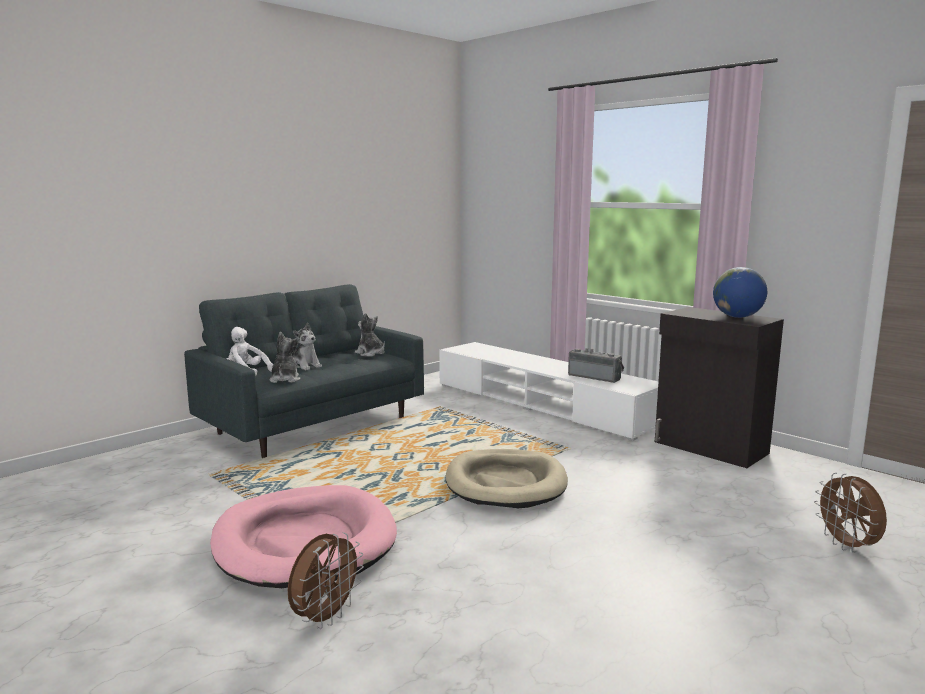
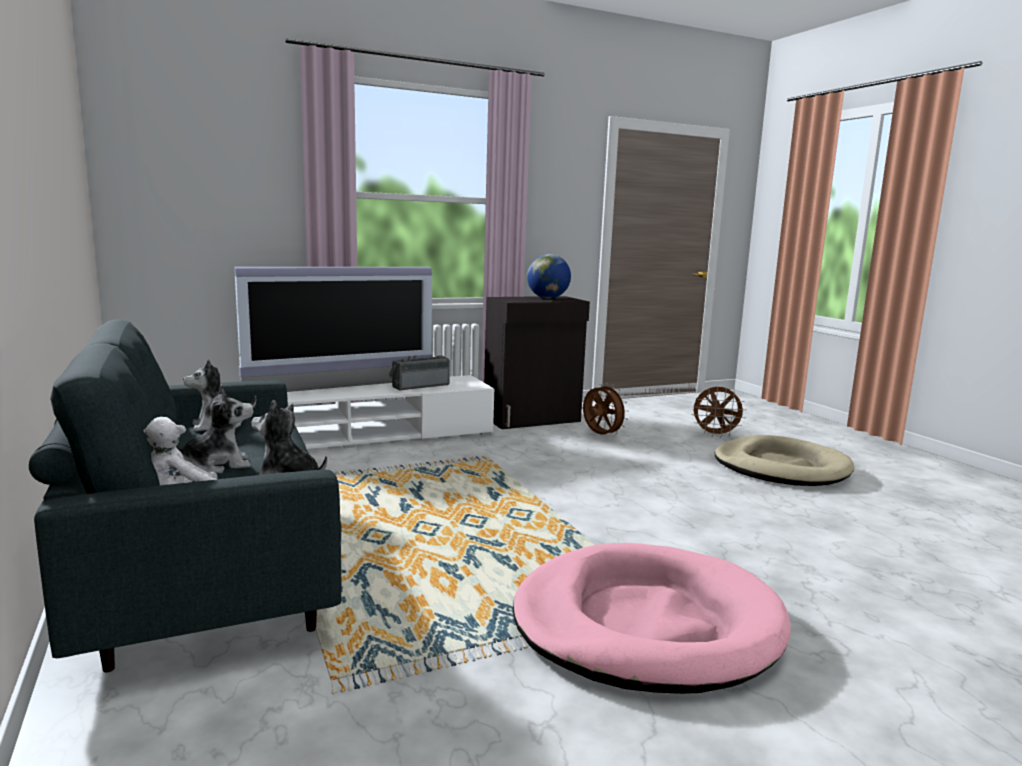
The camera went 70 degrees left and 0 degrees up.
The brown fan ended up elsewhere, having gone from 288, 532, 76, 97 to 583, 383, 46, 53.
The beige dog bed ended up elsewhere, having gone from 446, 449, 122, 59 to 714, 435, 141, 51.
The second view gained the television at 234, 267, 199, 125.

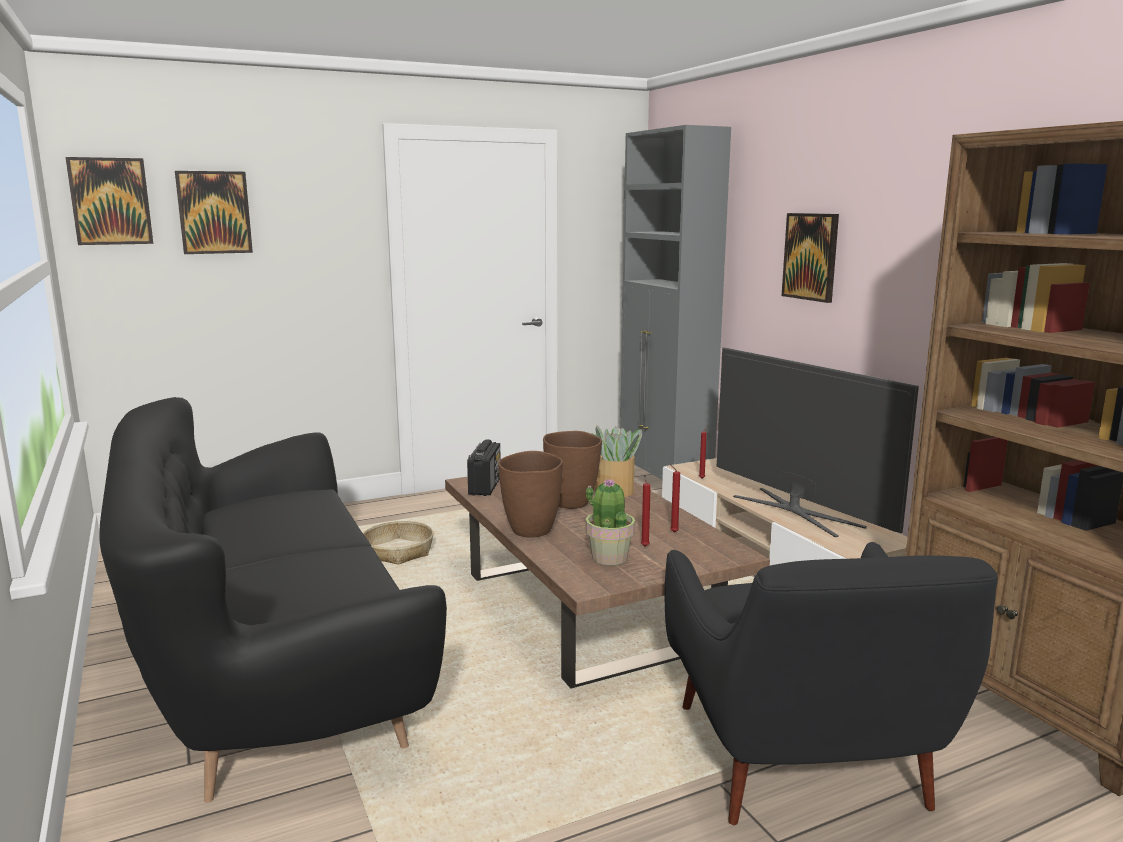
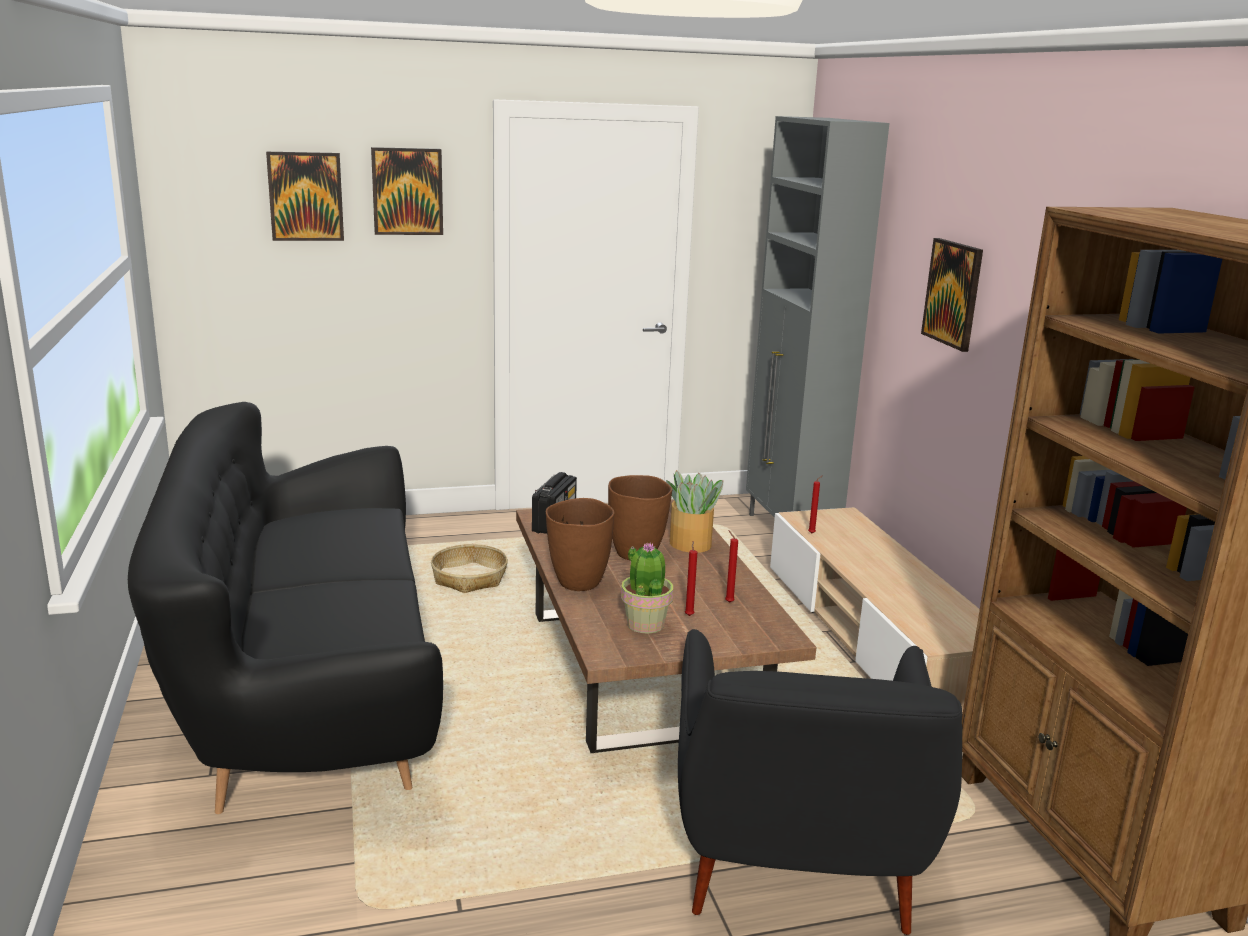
The camera went 10 degrees right and 5 degrees up.
The picture ended up elsewhere, having gone from 66, 157, 87, 88 to 371, 147, 72, 88.
The second view lost the television at 717, 347, 202, 190.

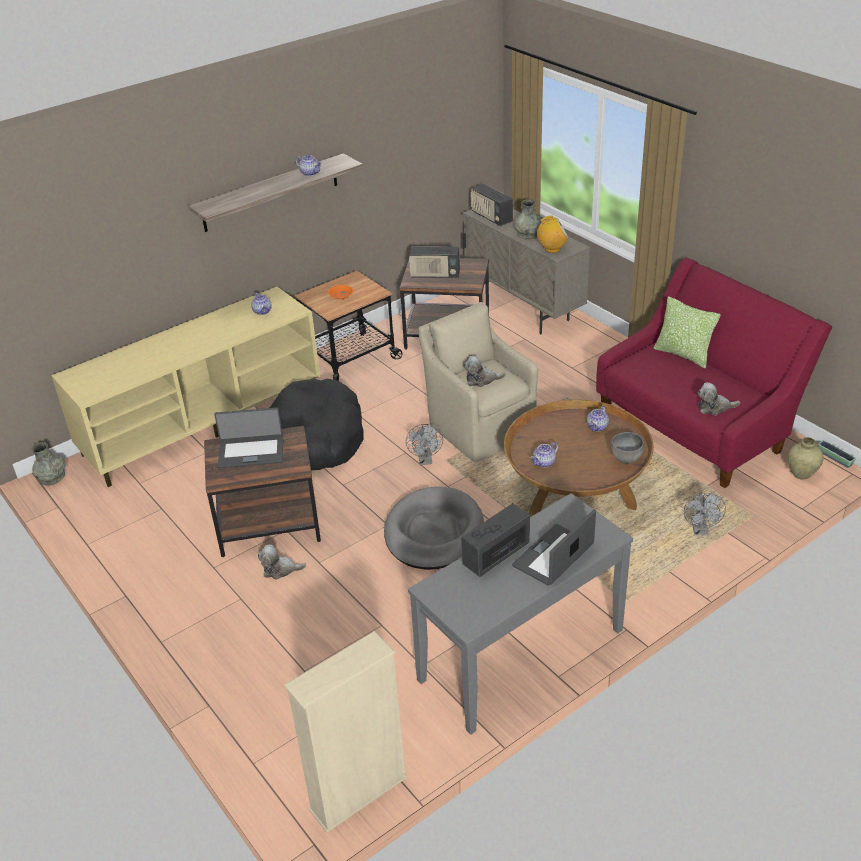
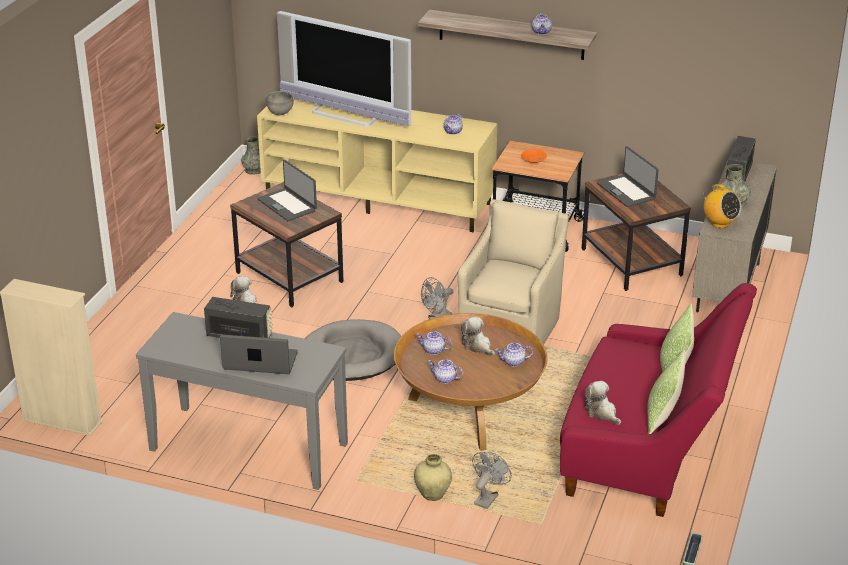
The camera went 55 degrees right and 5 degrees down.
The second view lost the black dog bed at 270, 379, 94, 91.
Where the radio stood at 409, 246, 51, 32, the laptop came to stand at 597, 146, 62, 61.
The plush toy ended up elsewhere, having gone from 464, 356, 42, 31 to 461, 316, 34, 41.
The grey bowl ended up elsewhere, having gone from 611, 432, 33, 31 to 266, 91, 28, 24.
The grey fan at 684, 493, 42, 42 ended up facing another way, 150 degrees clockwise from before.
The beige vase ended up elsewhere, having gone from 788, 437, 36, 43 to 414, 454, 38, 47.
The second view gained the television at 277, 11, 134, 116.
The second view gained the teapot at 428, 360, 36, 24.
The second view gained the pillow at 647, 349, 38, 85.

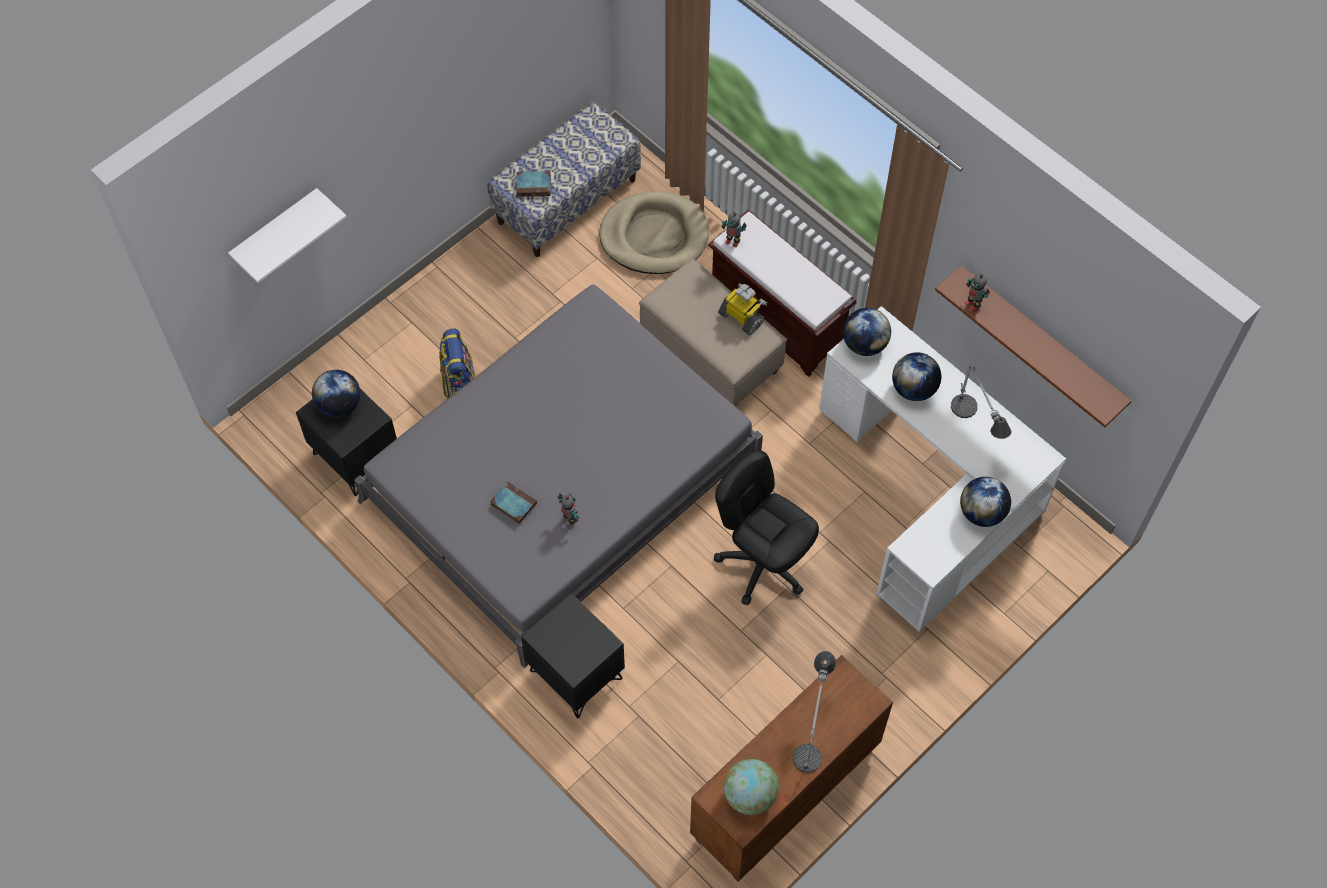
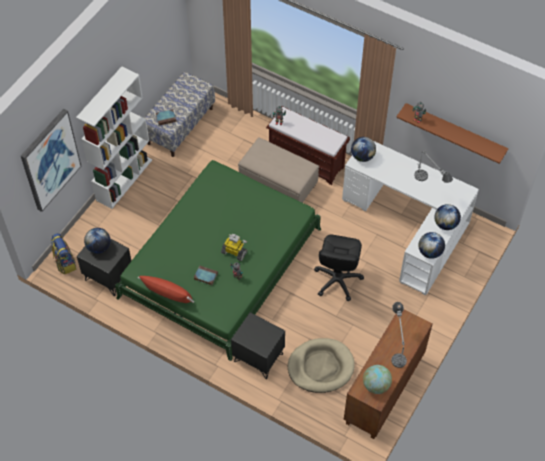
The camera went 15 degrees left and 5 degrees down.
Where the white shelf hung at 228, 188, 119, 95, the picture came to hang at 21, 109, 60, 103.
What was the grey bed at 354, 284, 409, 384 turned into the green bed at 115, 160, 206, 201.
The backpack ended up elsewhere, having gone from 439, 328, 36, 71 to 51, 233, 25, 42.
The beige dog bed ended up elsewhere, having gone from 599, 191, 110, 83 to 288, 338, 67, 55.
The black office chair at 714, 450, 105, 155 ended up facing another way, 105 degrees counterclockwise from before.
The toy robot ended up elsewhere, having gone from 718, 284, 49, 51 to 221, 234, 26, 27.
The globe ended up elsewhere, having gone from 892, 352, 49, 49 to 419, 232, 26, 27.
The second view gained the white bookcase at 76, 66, 76, 143.
The second view gained the red pillow at 138, 276, 56, 27.

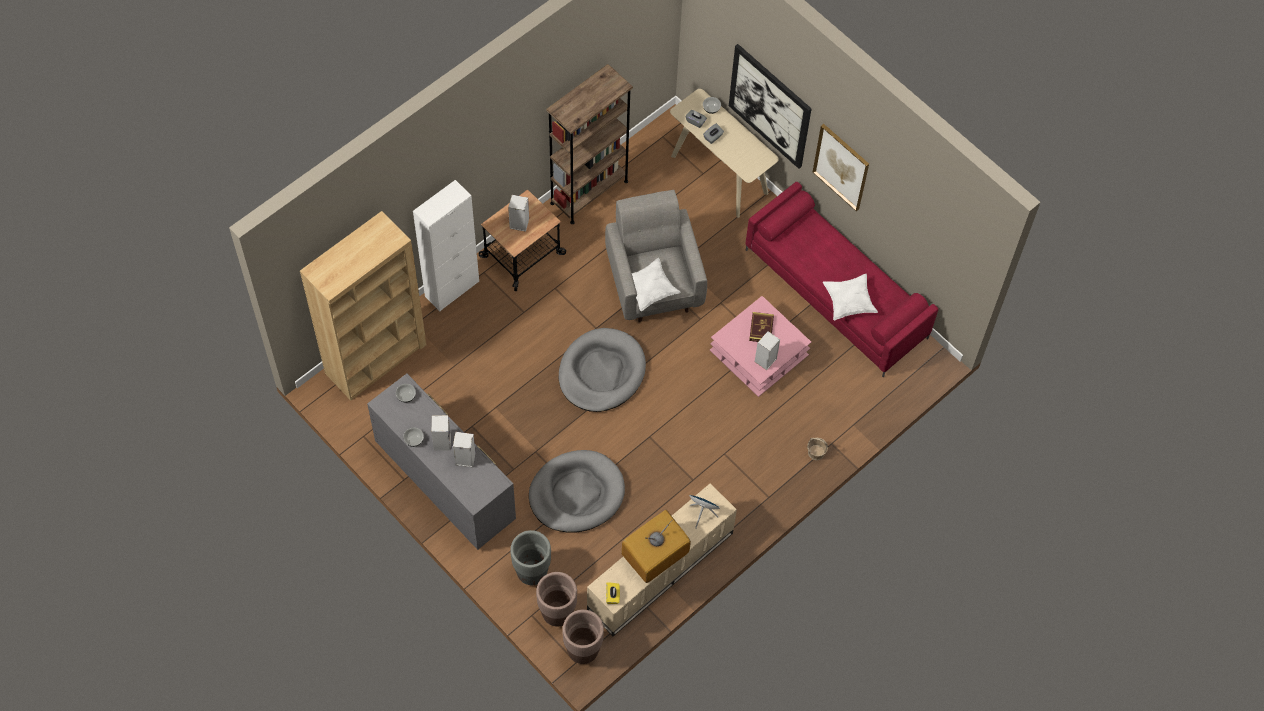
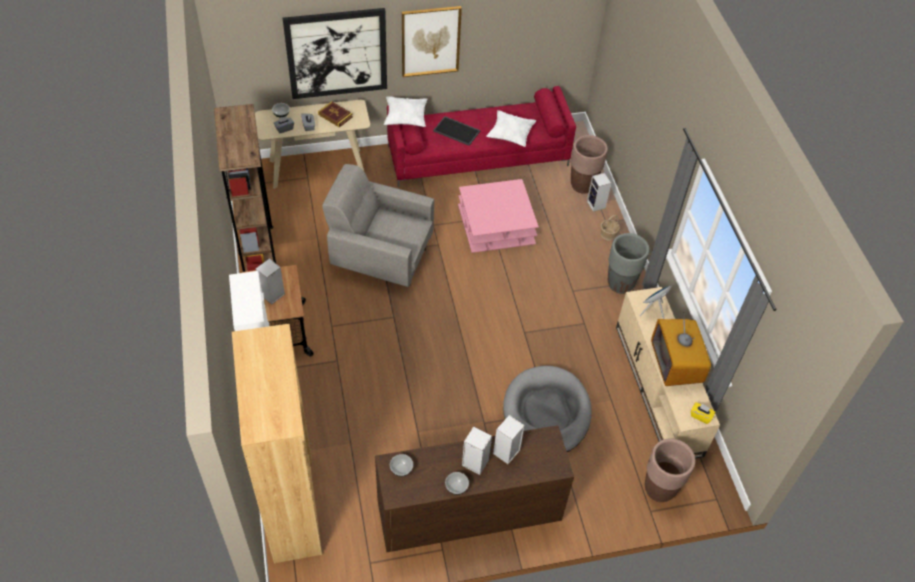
The camera went 60 degrees left and 10 degrees down.
What was the grey dresser at 367, 373, 149, 177 turned into the brown dresser at 375, 425, 199, 127.
The grey planter ended up elsewhere, having gone from 510, 530, 41, 55 to 608, 233, 41, 61.
The second view lost the grey dog bed at 559, 328, 87, 84.
The brown planter ended up elsewhere, having gone from 562, 610, 42, 54 to 571, 135, 37, 59.
The white pillow ended up elsewhere, having gone from 632, 258, 49, 53 to 384, 96, 44, 31.
The book ended up elsewhere, having gone from 749, 312, 25, 30 to 318, 101, 35, 26.
The speaker ended up elsewhere, having gone from 755, 331, 25, 39 to 587, 173, 24, 39.
The second view gained the tray at 433, 116, 48, 30.

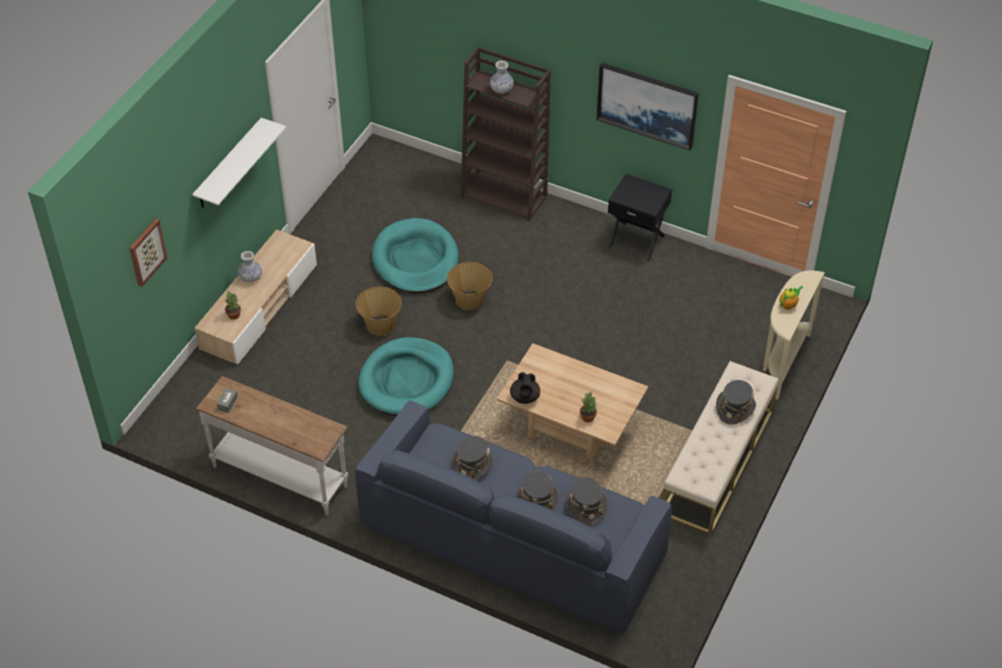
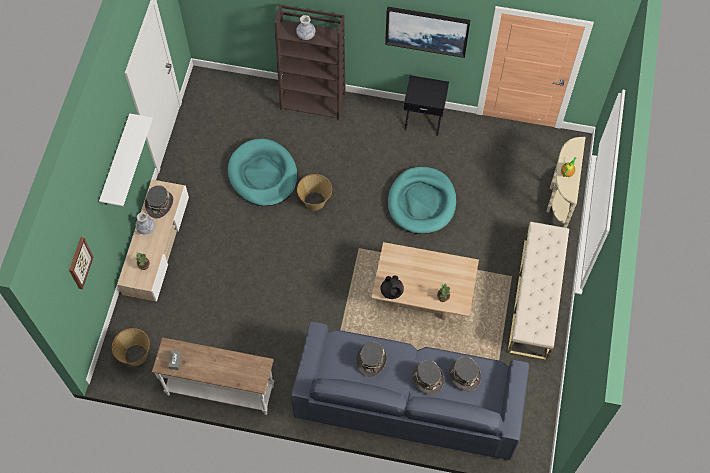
The camera went 15 degrees left and 15 degrees up.
The basket ended up elsewhere, having gone from 356, 287, 46, 48 to 112, 328, 38, 38.
The turquoise dog bed ended up elsewhere, having gone from 358, 337, 96, 79 to 388, 167, 68, 67.
The grey hat ended up elsewhere, having gone from 716, 380, 40, 45 to 145, 185, 29, 33.

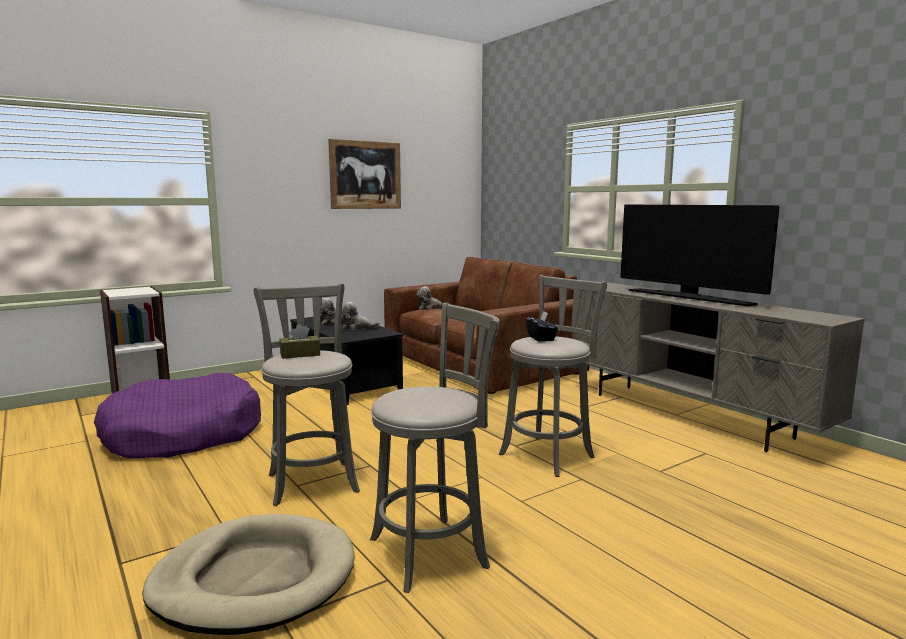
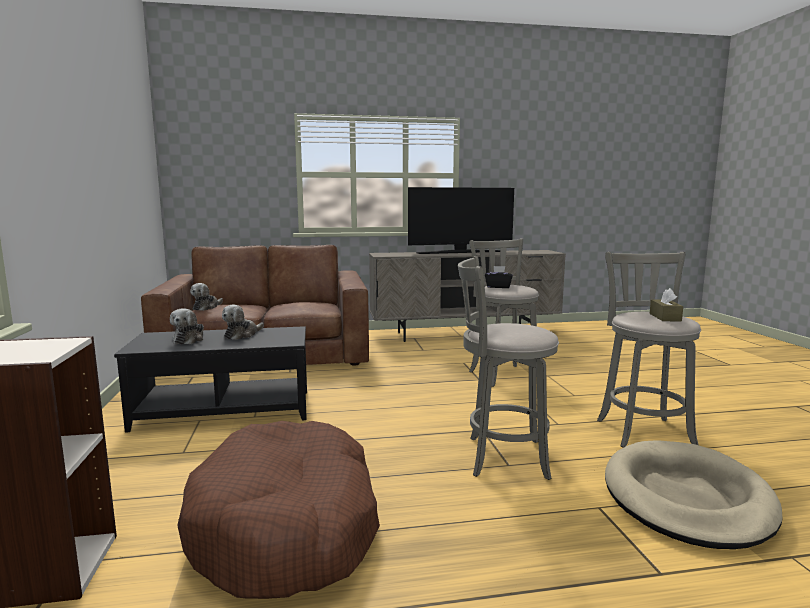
The camera went 65 degrees left and 0 degrees up.
What was the purple dog bed at 94, 373, 167, 86 turned into the brown dog bed at 177, 421, 203, 178.
The brown tissue box ended up elsewhere, having gone from 280, 324, 40, 35 to 650, 288, 33, 34.
The second view lost the picture at 328, 139, 73, 70.

